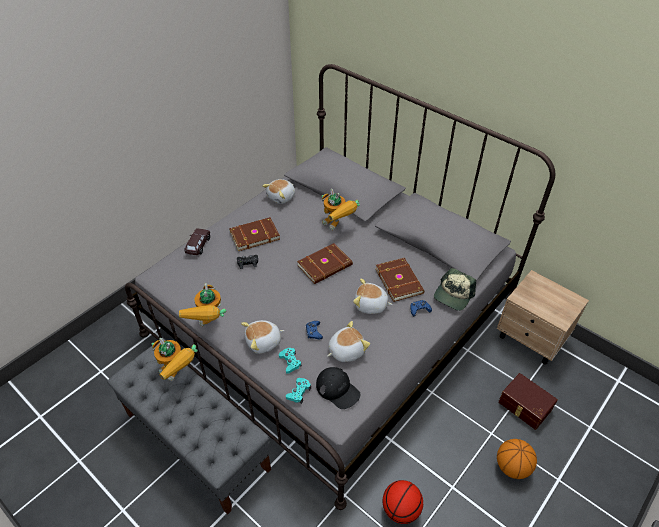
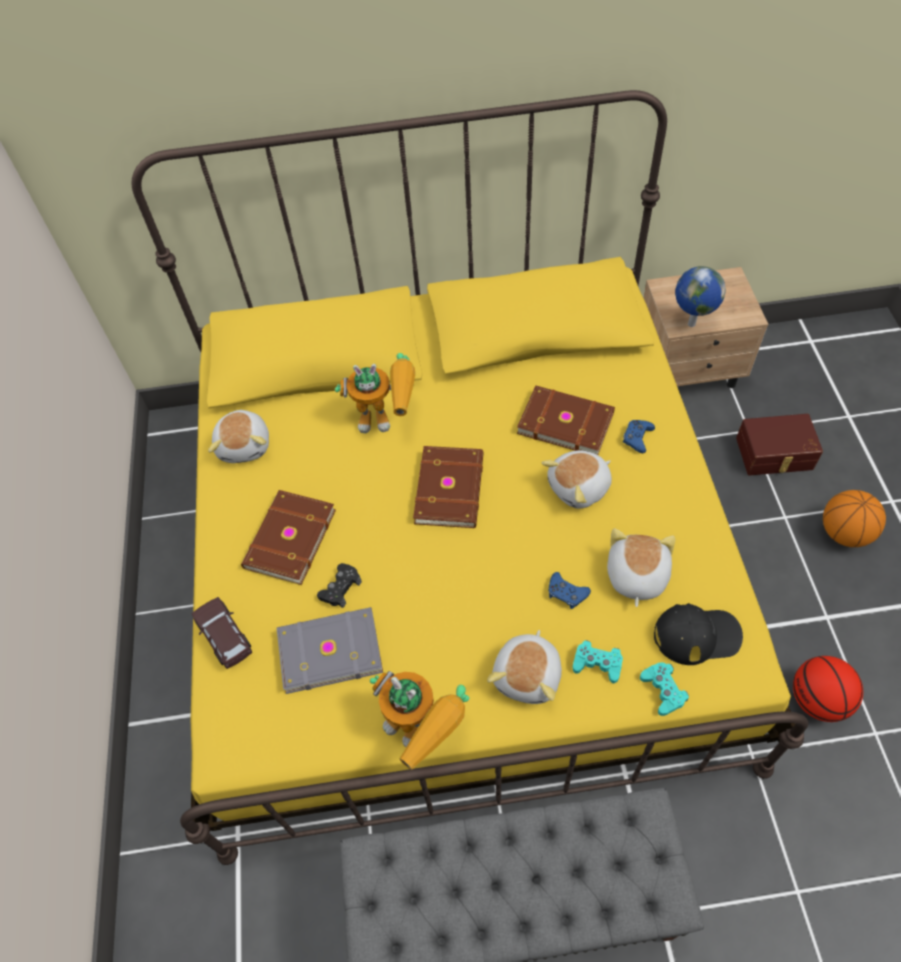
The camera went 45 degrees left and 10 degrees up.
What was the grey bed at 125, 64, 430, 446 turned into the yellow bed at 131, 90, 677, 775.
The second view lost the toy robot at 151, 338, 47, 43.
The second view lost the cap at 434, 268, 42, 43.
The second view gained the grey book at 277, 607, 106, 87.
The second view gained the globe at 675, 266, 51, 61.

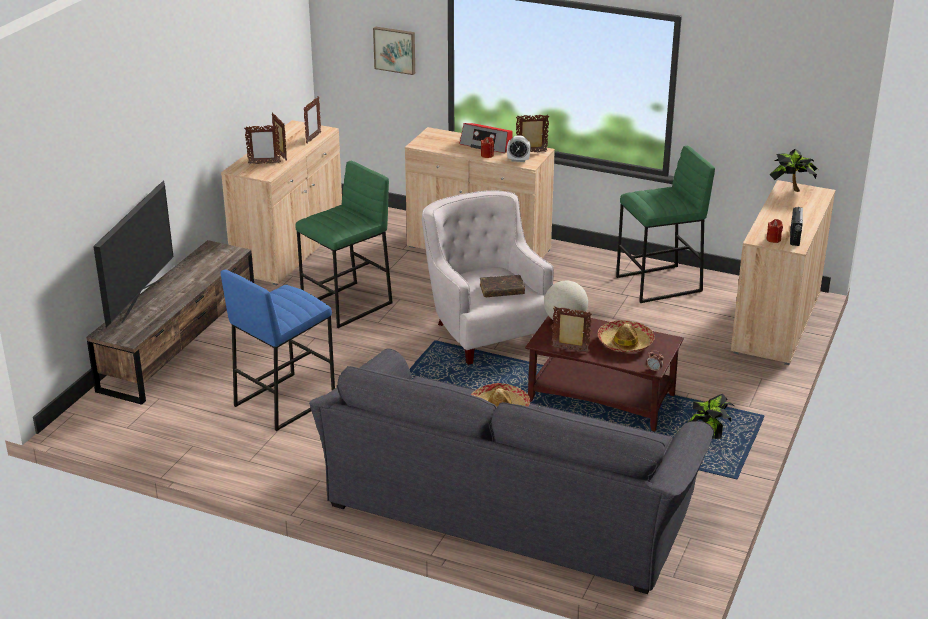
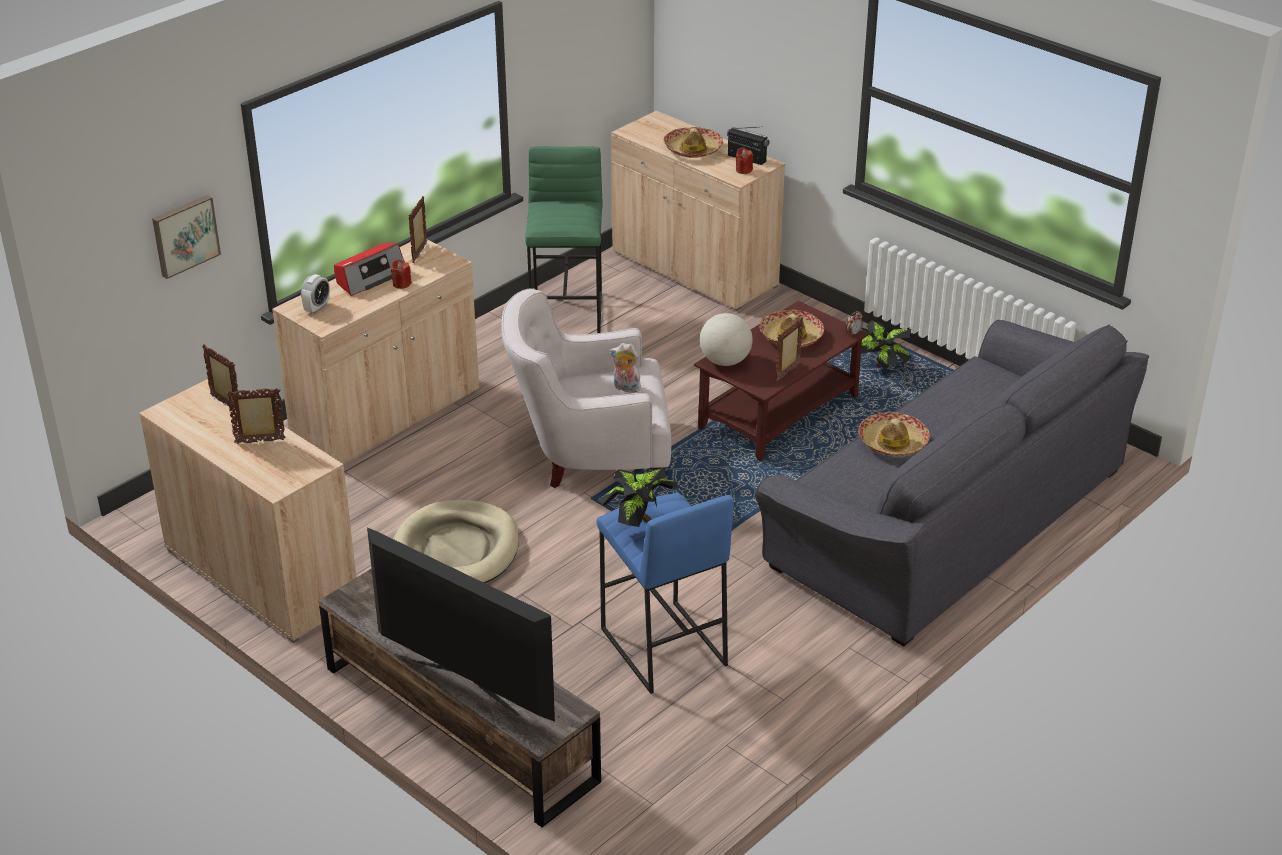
The camera went 70 degrees left and 5 degrees up.
The second view lost the picture frame at 244, 125, 37, 39.
Where the green stool stood at 295, 161, 98, 167, the beige dog bed came to stand at 393, 500, 126, 83.
Where the brown book stood at 480, 275, 45, 22, the plush toy came to stand at 610, 343, 31, 50.
The alarm clock ended up elsewhere, having gone from 507, 135, 24, 27 to 301, 274, 29, 40.
The potted plant ended up elsewhere, having gone from 770, 149, 49, 43 to 598, 468, 80, 59.
The second view gained the hat at 663, 127, 60, 31.

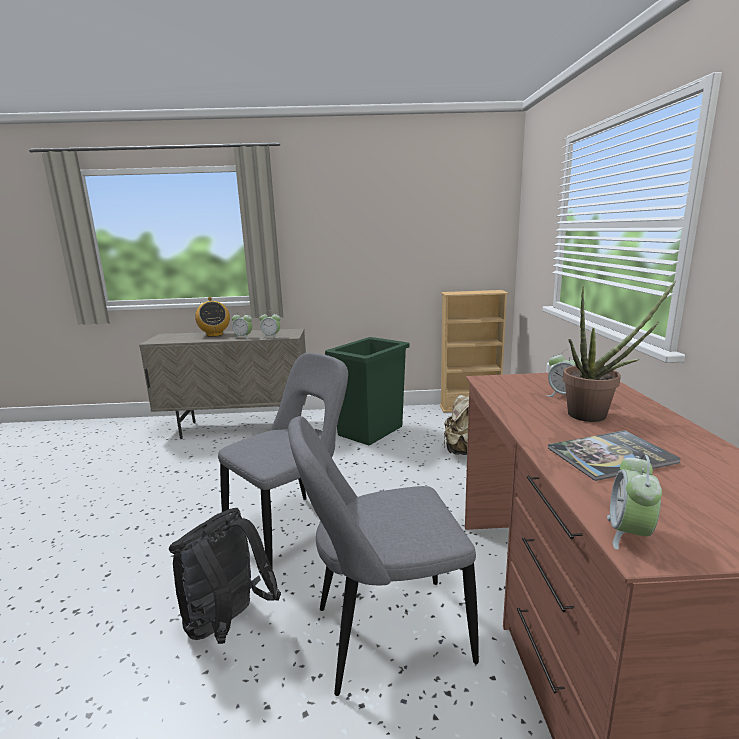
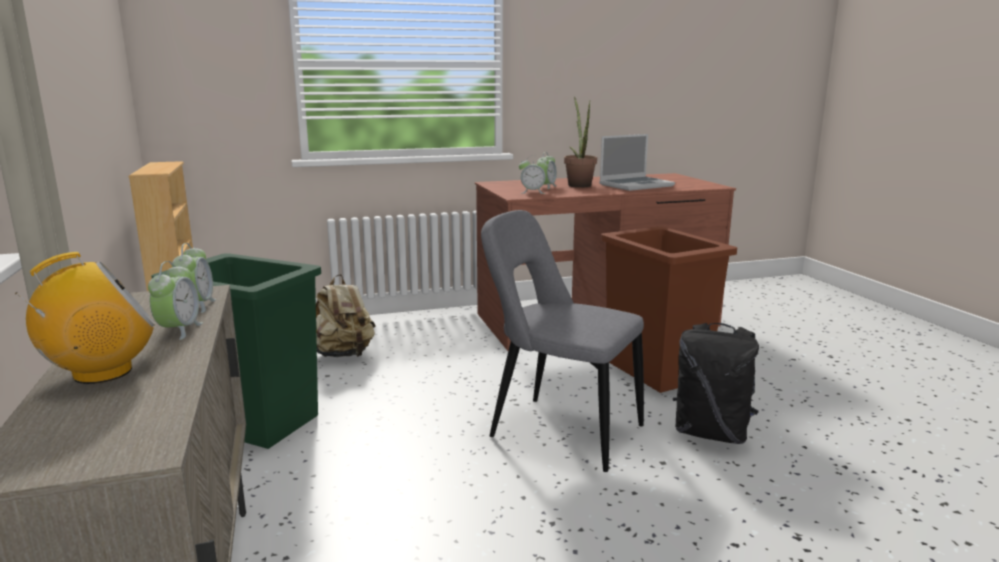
The camera went 105 degrees left and 0 degrees up.
Where the grey chair stood at 288, 416, 191, 280, the brown trash can came to stand at 601, 226, 136, 167.
Where the book stood at 548, 430, 134, 51, the laptop came to stand at 599, 134, 76, 57.
The alarm clock ended up elsewhere, having gone from 607, 454, 55, 96 to 519, 156, 29, 38.

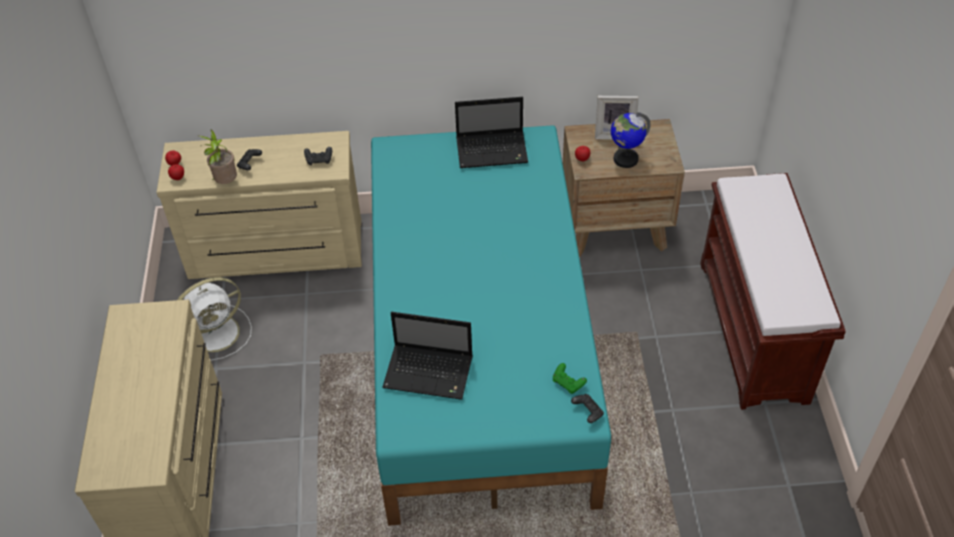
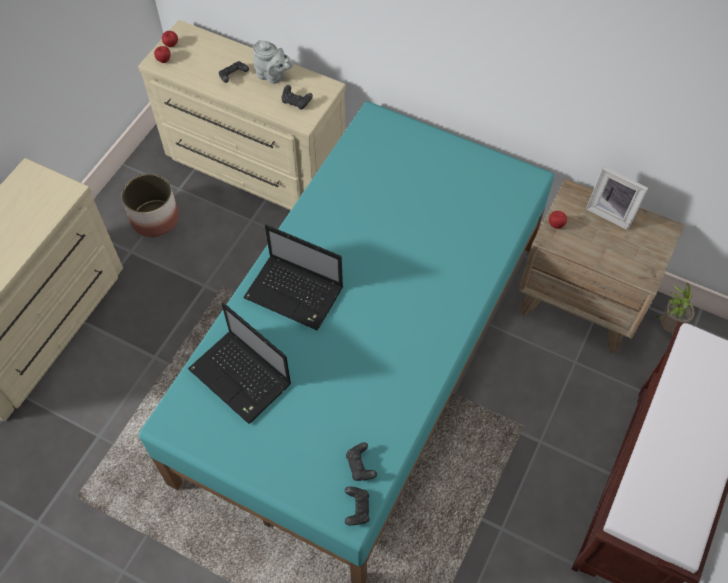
The camera went 30 degrees right and 10 degrees up.
Where the white fan stood at 178, 277, 74, 84, the planter came to stand at 122, 174, 57, 63.
The potted plant ended up elsewhere, having gone from 198, 130, 39, 54 to 656, 283, 38, 50.
The laptop ended up elsewhere, having gone from 455, 97, 73, 71 to 243, 225, 100, 106.
What was the green game controller at 553, 363, 34, 31 turned into the black game controller at 346, 442, 31, 39.
The second view lost the globe at 611, 112, 40, 56.
The second view gained the grey teapot at 253, 40, 40, 44.

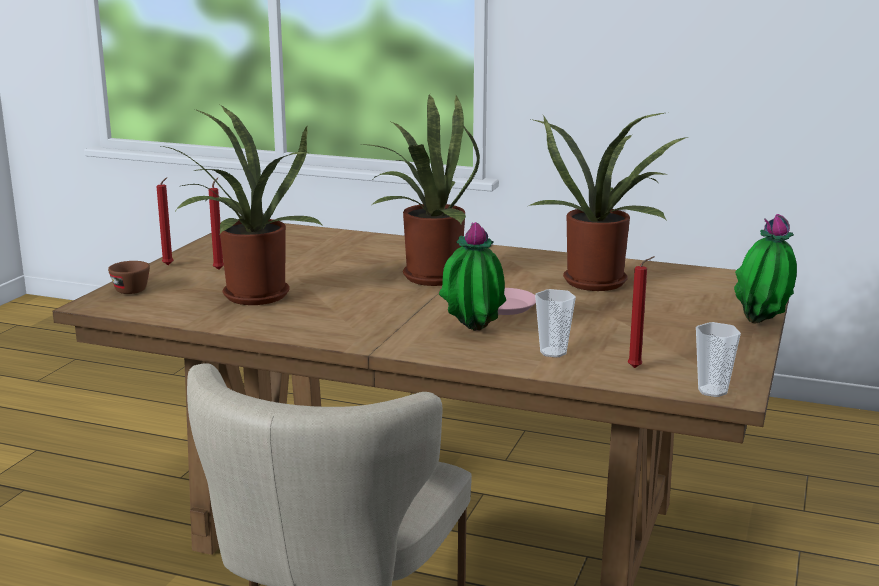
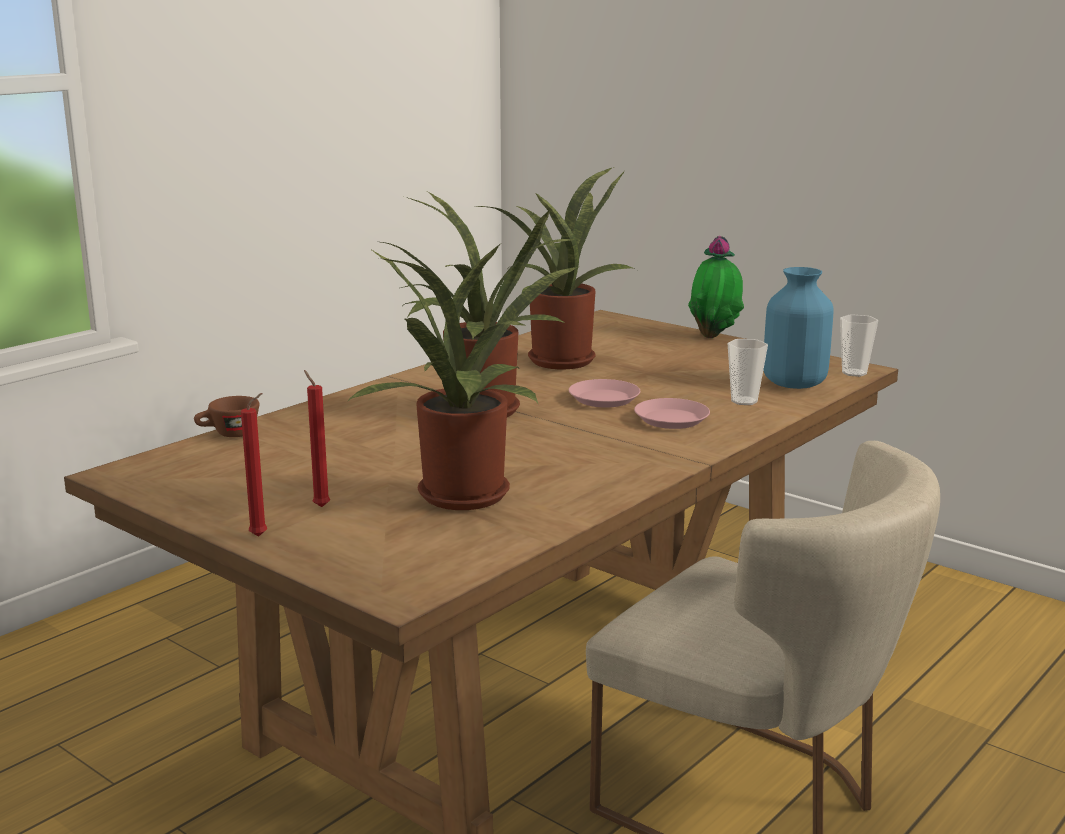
The camera went 70 degrees left and 0 degrees up.
The brown cup ended up elsewhere, having gone from 108, 261, 42, 33 to 194, 396, 65, 41.
Where the potted plant stood at 439, 222, 67, 109, the pink plate came to stand at 634, 398, 76, 31.
Where the red candle stood at 628, 256, 27, 112, the blue vase came to stand at 763, 267, 71, 122.

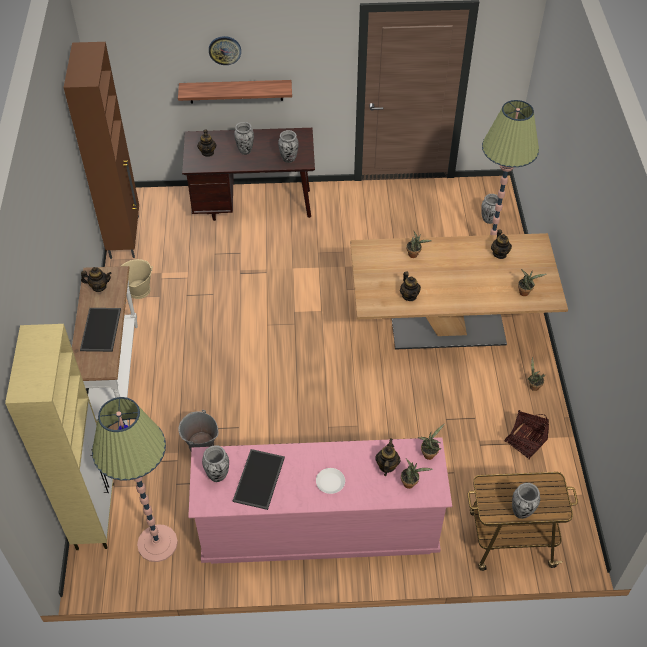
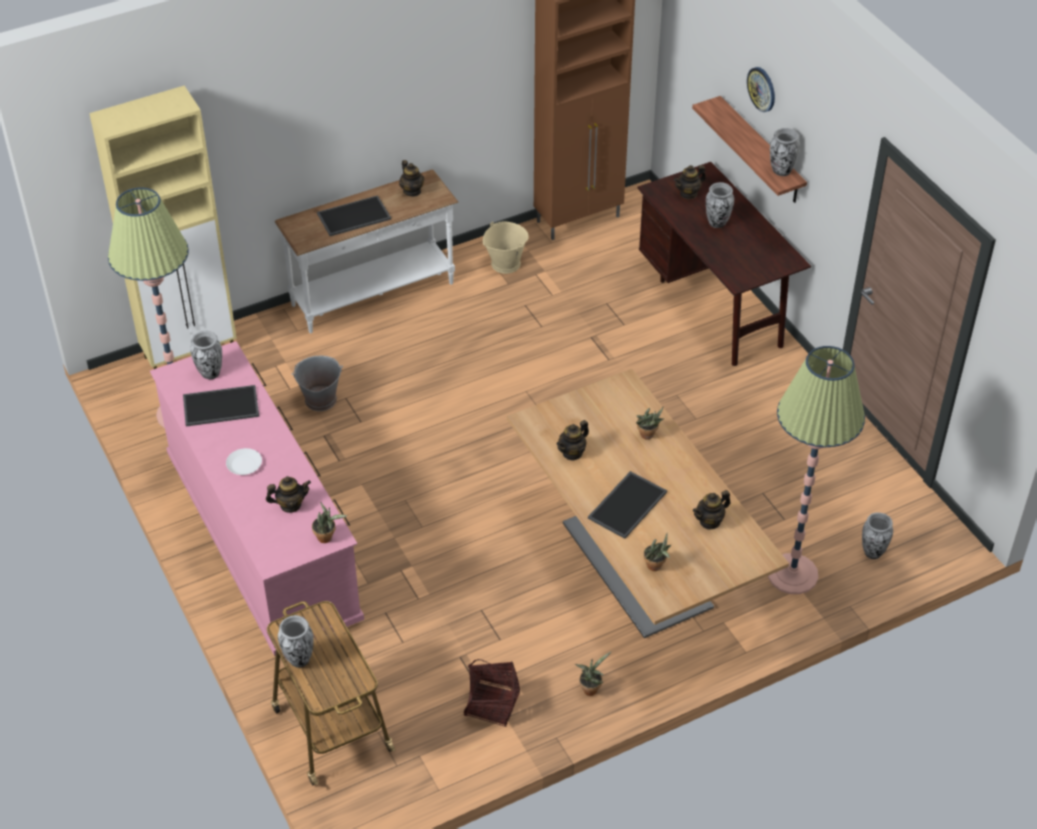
The camera went 65 degrees right and 5 degrees down.
The vase ended up elsewhere, having gone from 278, 130, 21, 33 to 770, 128, 30, 48.
The second view lost the potted plant at 401, 458, 32, 31.
The second view gained the tray at 588, 471, 79, 68.

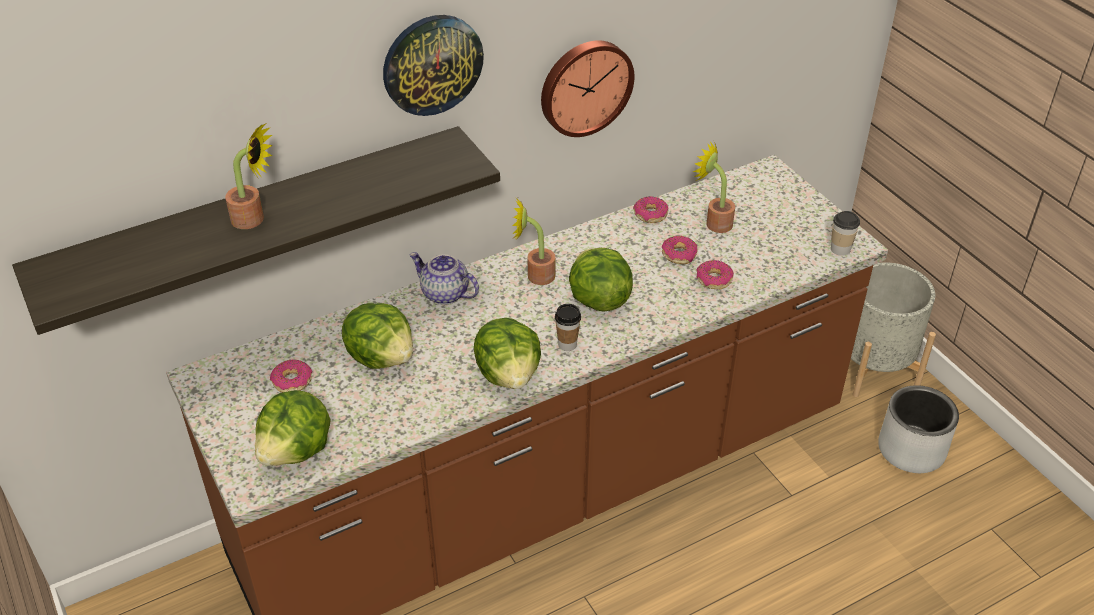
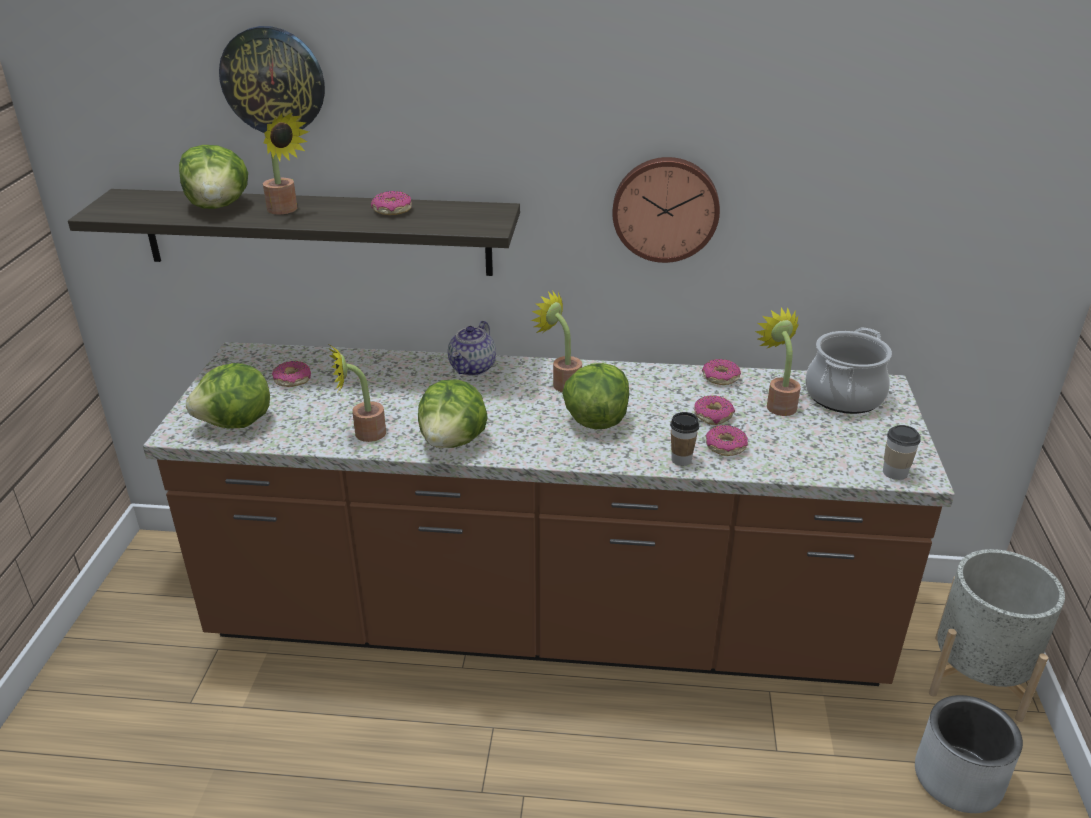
The camera went 35 degrees right and 10 degrees down.
The lettuce ended up elsewhere, having gone from 342, 303, 71, 66 to 179, 145, 69, 64.
The wall clock ended up elsewhere, having gone from 383, 15, 101, 101 to 219, 26, 106, 107.
The teapot at 409, 252, 70, 53 ended up facing another way, 135 degrees counterclockwise from before.
The cup ended up elsewhere, having gone from 555, 304, 26, 47 to 670, 412, 29, 54.
The second view gained the potted plant at 327, 343, 59, 99.
The second view gained the donut at 371, 191, 41, 24.
The second view gained the cooking pot at 805, 327, 87, 87.

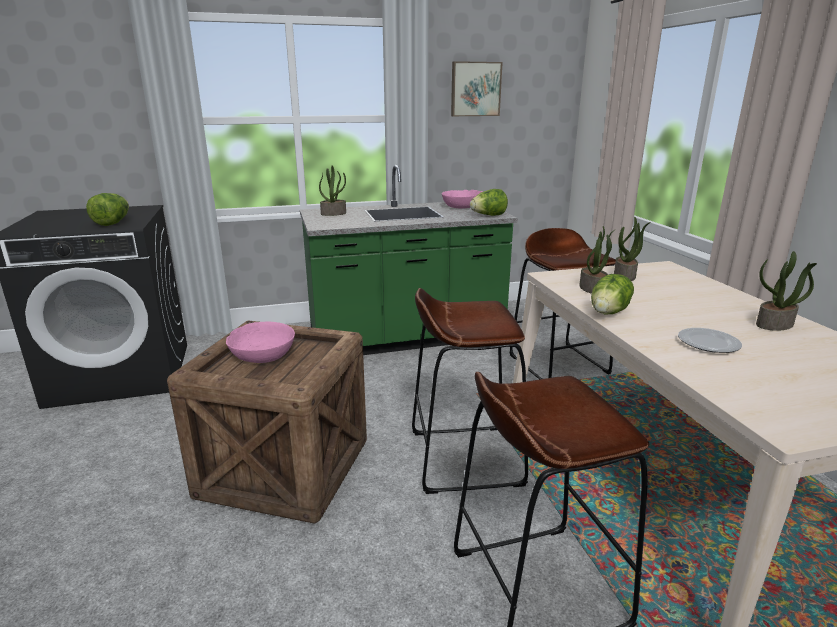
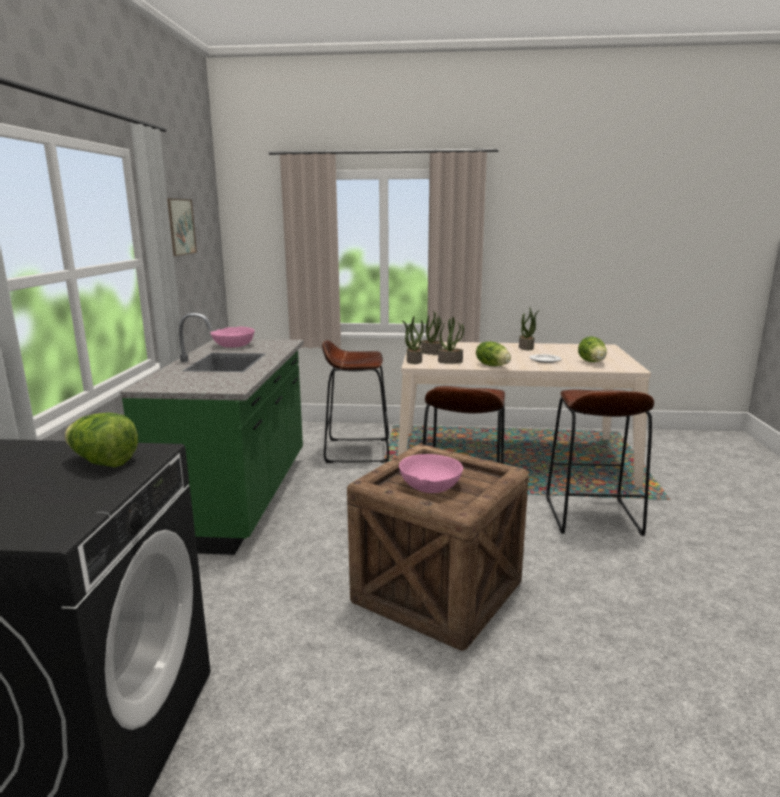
The camera went 70 degrees left and 5 degrees down.
The potted plant ended up elsewhere, having gone from 319, 166, 27, 50 to 402, 316, 22, 48.
The lettuce ended up elsewhere, having gone from 470, 189, 38, 27 to 578, 336, 29, 26.

